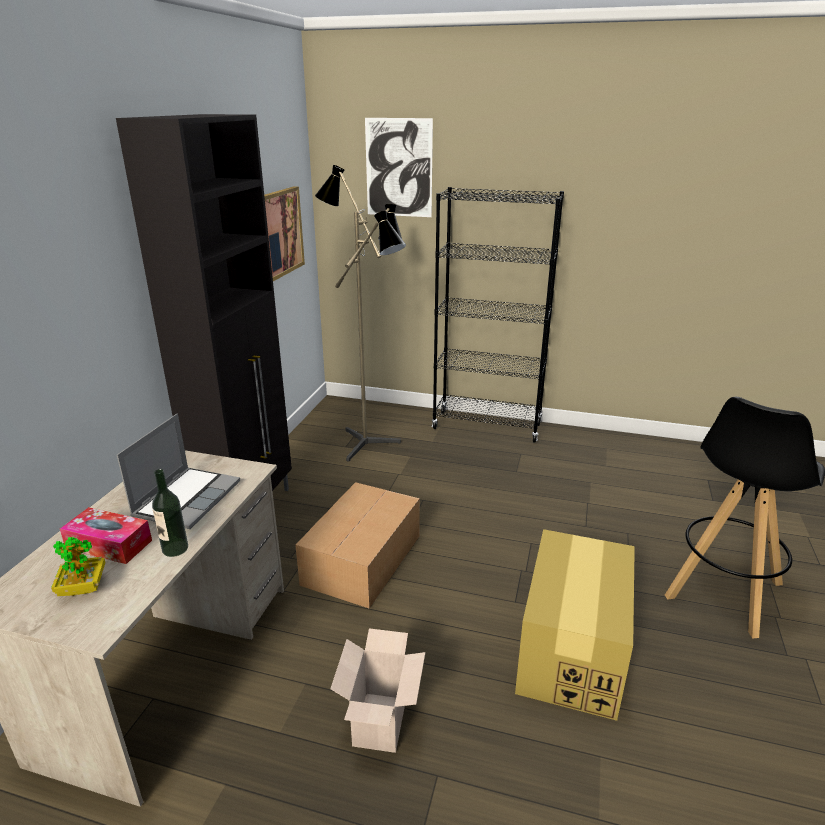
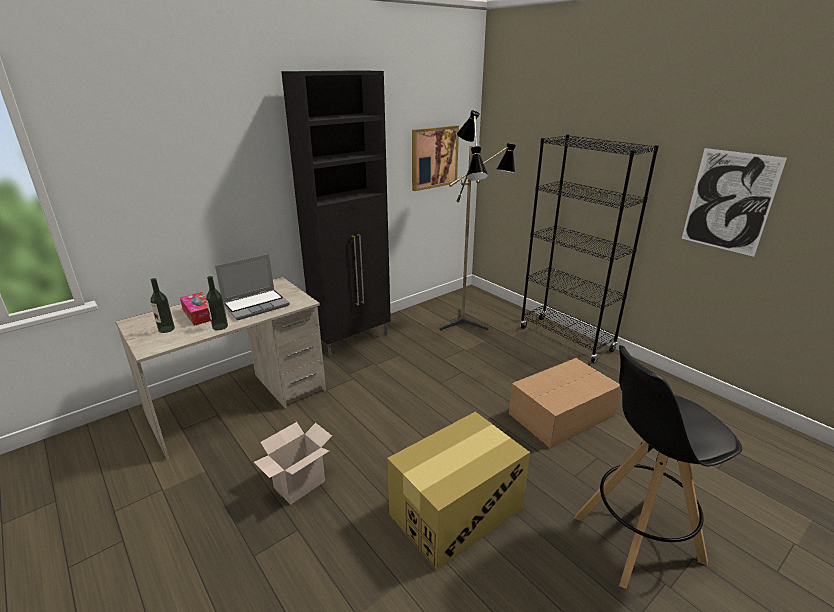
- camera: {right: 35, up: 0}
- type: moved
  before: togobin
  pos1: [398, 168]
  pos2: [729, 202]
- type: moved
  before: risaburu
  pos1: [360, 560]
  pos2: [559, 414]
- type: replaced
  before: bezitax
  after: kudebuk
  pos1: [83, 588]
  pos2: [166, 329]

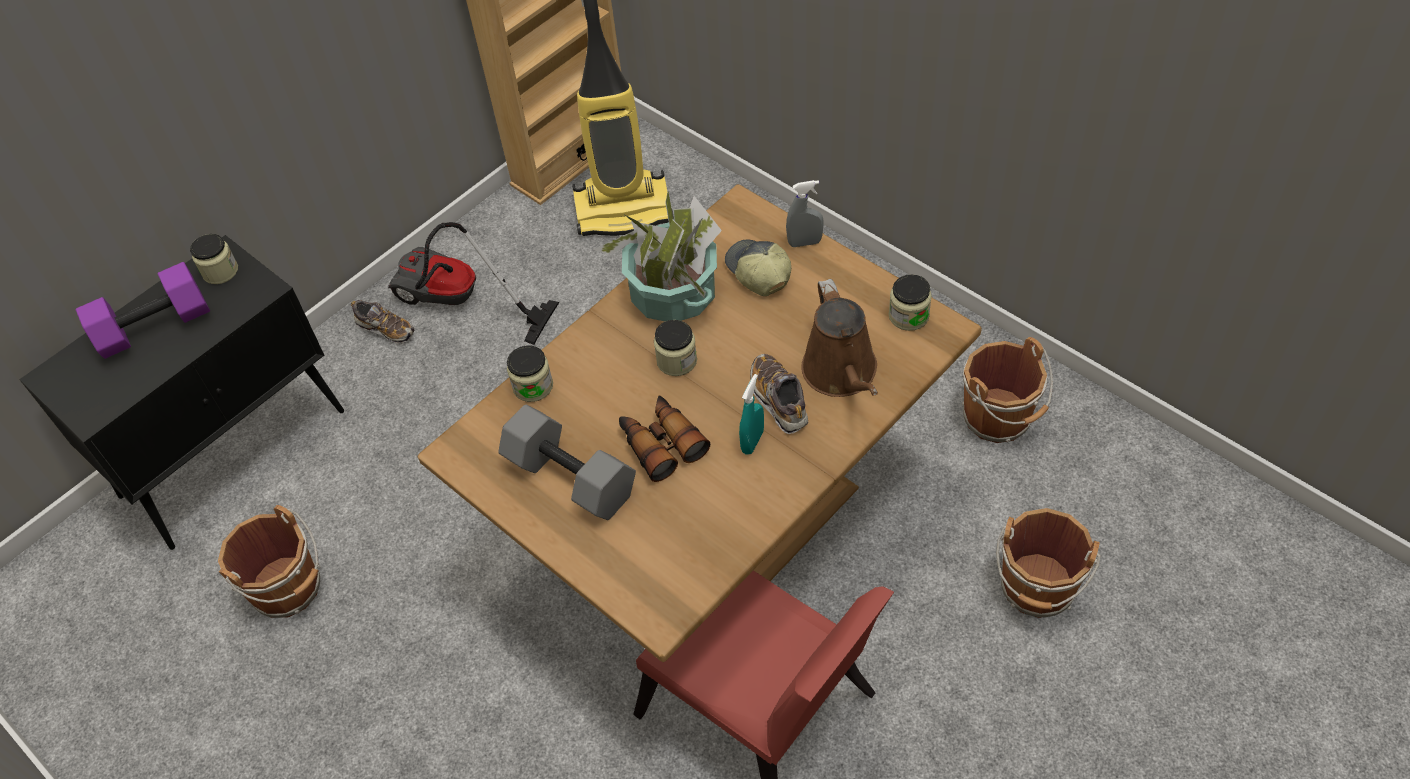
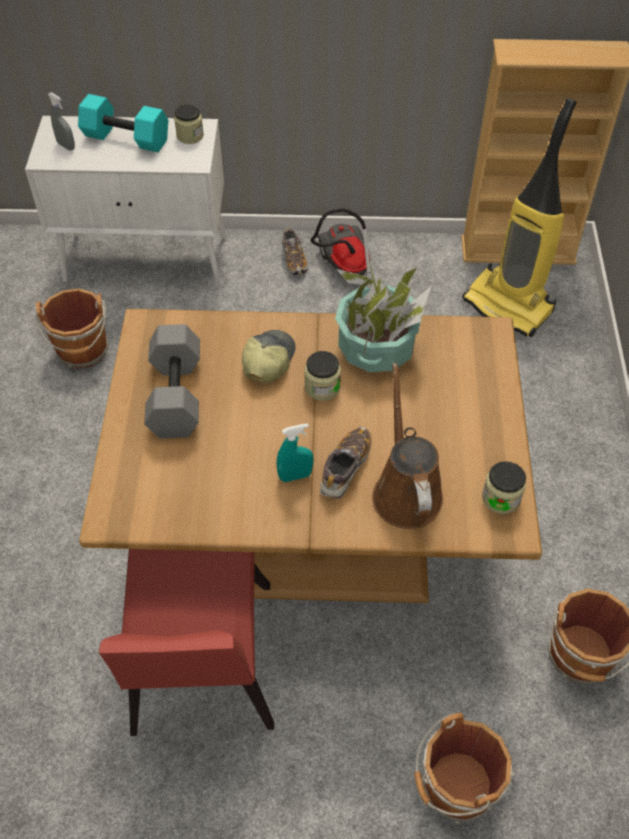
- camera: {right: 45, up: 0}
- type: moved
  before: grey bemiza
  pos1: [804, 242]
  pos2: [66, 146]
- type: recoloured
  before: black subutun
  after: white subutun
  pos1: [235, 452]
  pos2: [148, 259]
- type: moved
  before: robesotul
  pos1: [757, 272]
  pos2: [267, 360]
- type: recoloured
  before: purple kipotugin
  after: turquoise kipotugin
  pos1: [154, 324]
  pos2: [127, 137]
- type: turned
  before: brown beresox
  pos1: [842, 374]
  pos2: [405, 491]
  turn: 135
- type: removed
  before: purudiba
  pos1: [533, 386]
- type: removed
  before: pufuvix
  pos1: [661, 443]

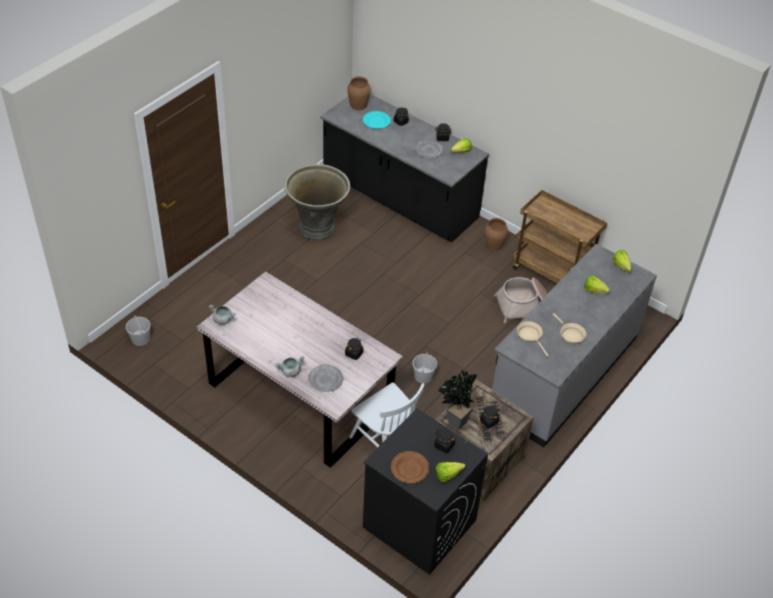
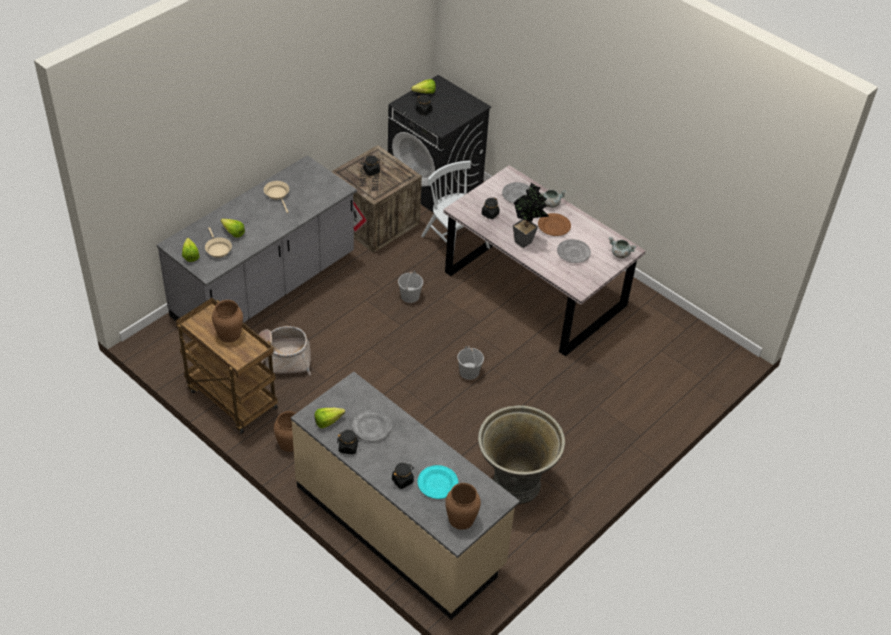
- camera: {right: -175, up: 0}
- type: recoloured
  before: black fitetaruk
  after: beige fitetaruk
  pos1: [399, 198]
  pos2: [400, 526]
- type: moved
  before: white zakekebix
  pos1: [140, 338]
  pos2: [469, 372]
- type: moved
  before: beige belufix
  pos1: [530, 336]
  pos2: [217, 249]
- type: moved
  before: bezitax
  pos1: [454, 423]
  pos2: [526, 241]
- type: moved
  before: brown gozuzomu
  pos1: [409, 468]
  pos2: [554, 226]
- type: added
  after: grey gozuzomu
  pos2: [573, 253]
- type: added
  after: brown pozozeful
  pos2: [229, 334]

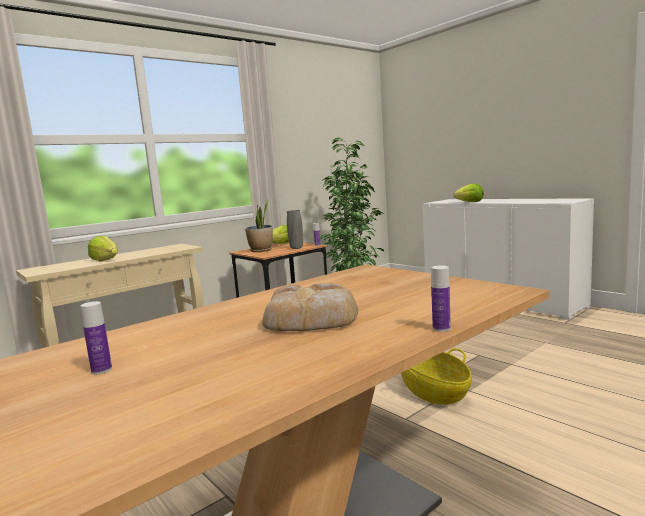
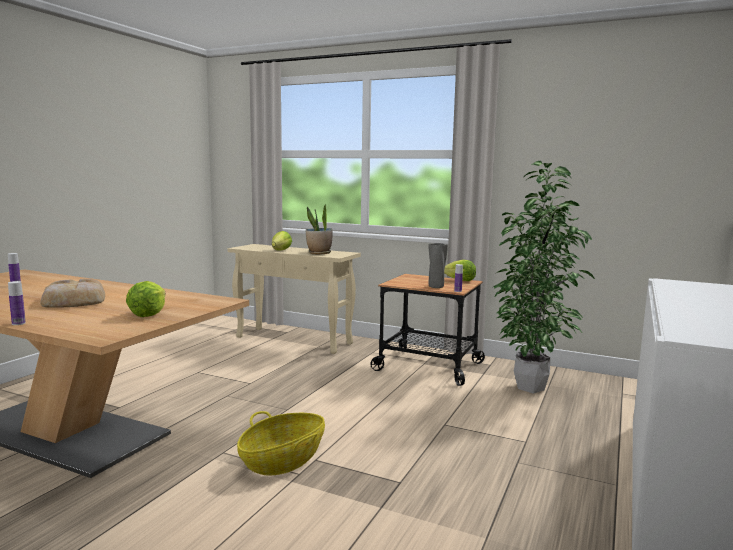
- camera: {right: 65, up: 0}
- type: moved
  before: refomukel
  pos1: [470, 202]
  pos2: [149, 314]
- type: moved
  before: bezitax
  pos1: [261, 250]
  pos2: [319, 253]

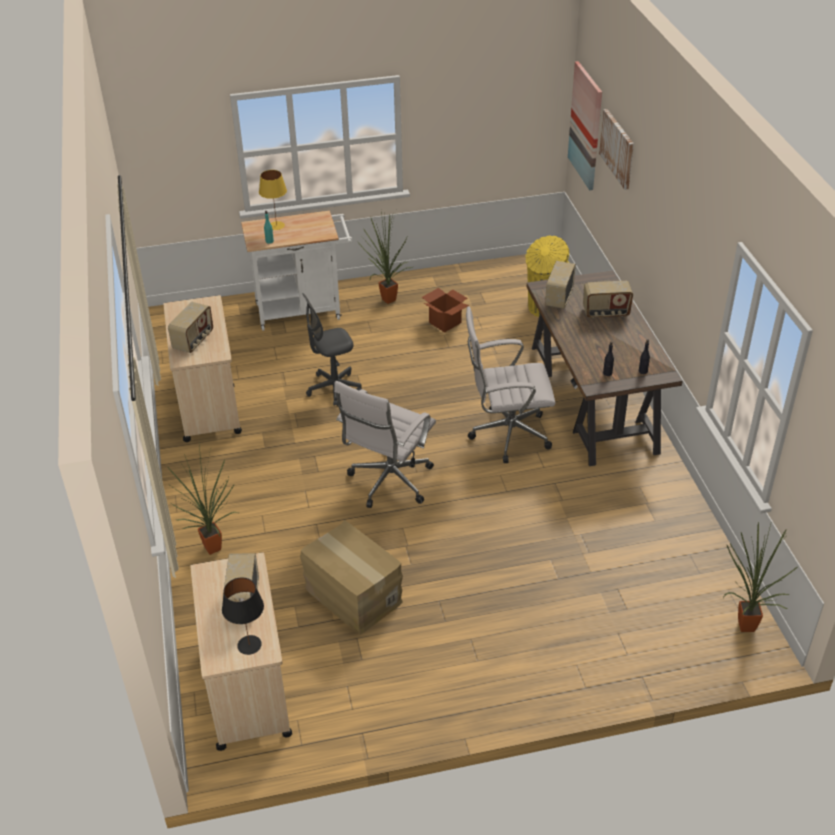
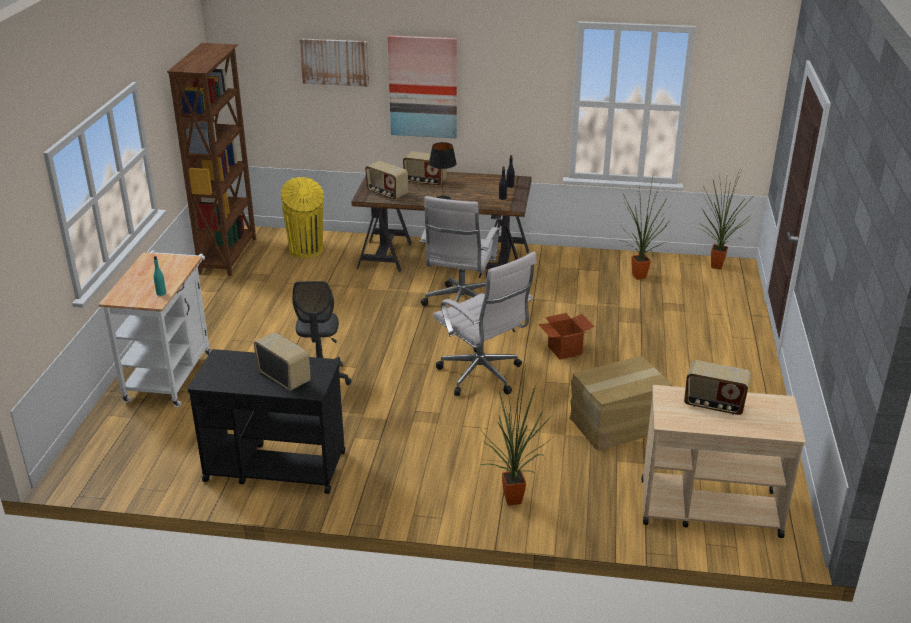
- camera: {right: -70, up: -10}
- type: moved
  before: togobin
  pos1: [586, 126]
  pos2: [423, 87]
- type: removed
  before: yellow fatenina
  pos1: [276, 226]
- type: moved
  before: bezitax
  pos1: [386, 301]
  pos2: [639, 278]
- type: turned
  before: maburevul
  pos1: [606, 313]
  pos2: [425, 182]
  turn: 90
- type: moved
  before: risaburu
  pos1: [445, 323]
  pos2: [565, 350]
- type: recoloured
  before: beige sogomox
  after: black sogomox
  pos1: [208, 403]
  pos2: [274, 466]
- type: moved
  before: black fatenina
  pos1: [250, 645]
  pos2: [443, 199]
- type: added
  after: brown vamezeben
  pos2: [229, 255]

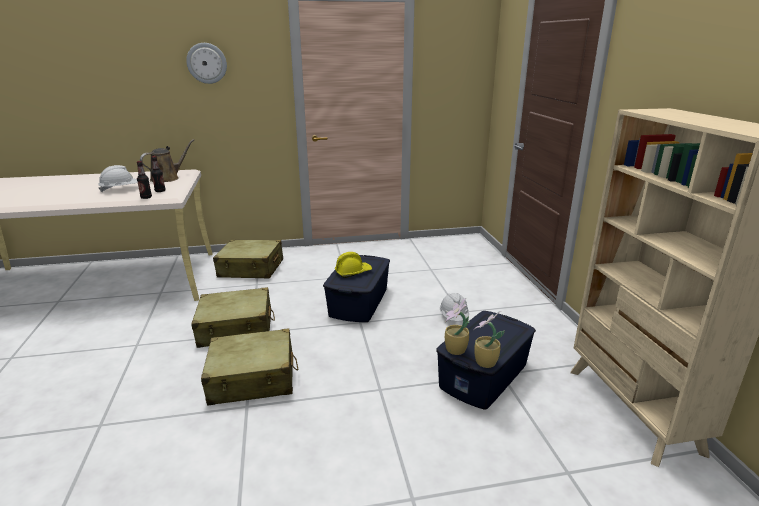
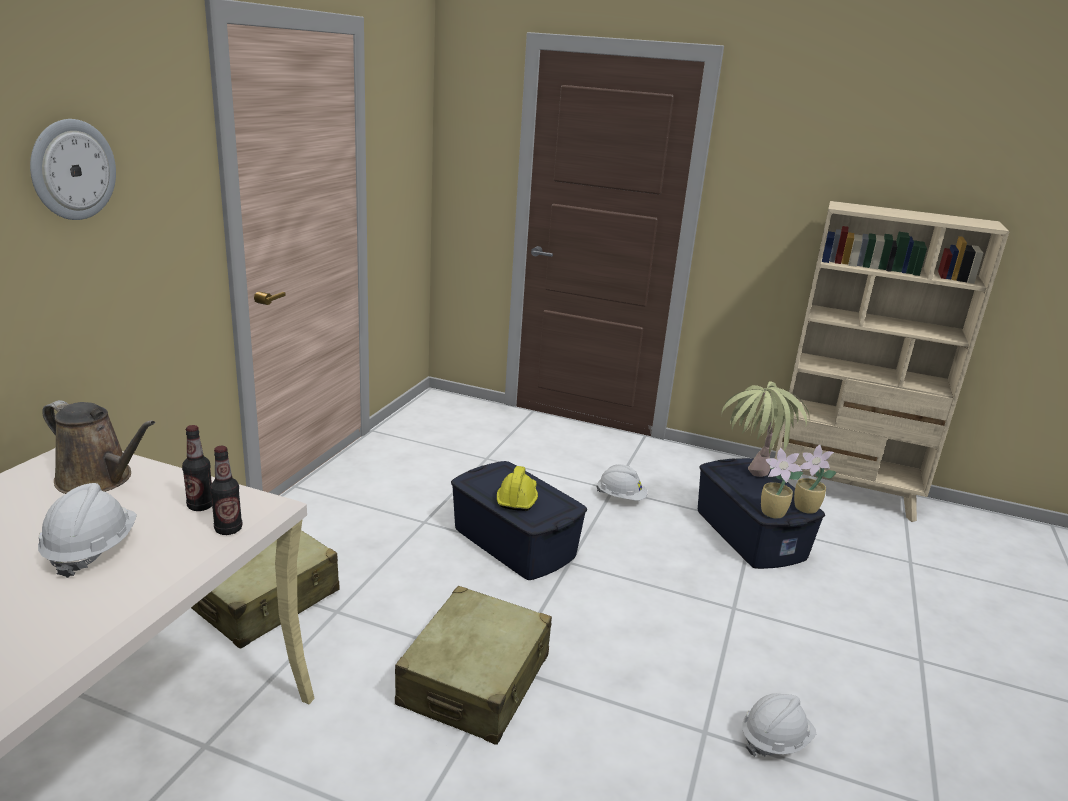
- camera: {right: -60, up: 0}
- type: turned
  before: brown beresox
  pos1: [167, 178]
  pos2: [99, 480]
  turn: 135
- type: removed
  before: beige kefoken
  pos1: [253, 379]
- type: added
  after: bezitax
  pos2: [749, 484]
- type: added
  after: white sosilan
  pos2: [774, 740]

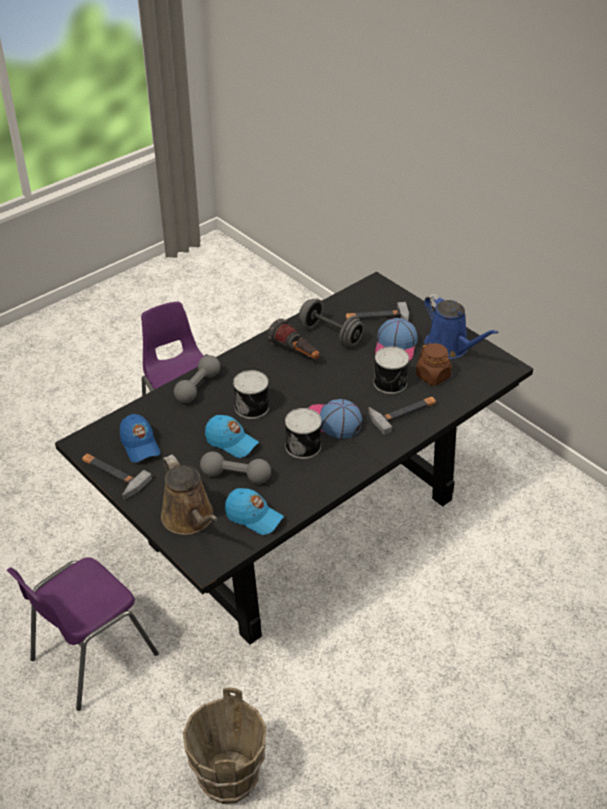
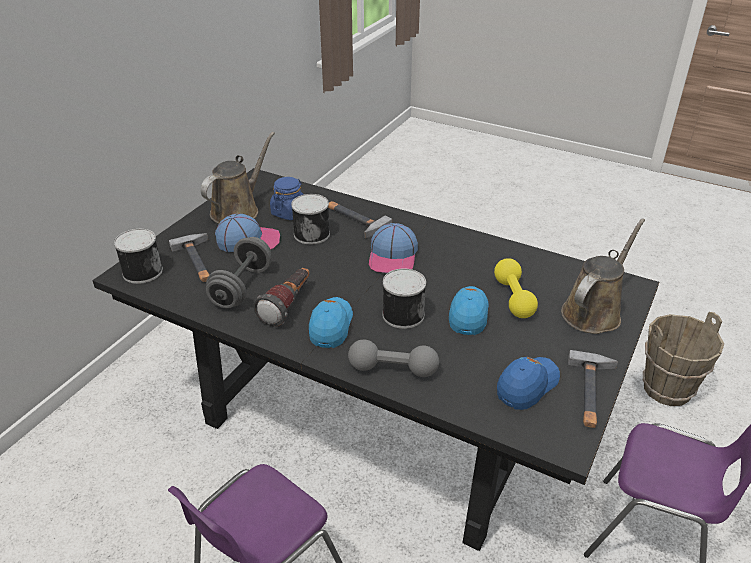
- camera: {right: -110, up: -5}
- type: recoloured
  before: blue beresox
  after: brown beresox
  pos1: [450, 347]
  pos2: [238, 210]
- type: recoloured
  before: brown purudiba
  after: blue purudiba
  pos1: [433, 376]
  pos2: [289, 212]
- type: moved
  before: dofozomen
  pos1: [304, 445]
  pos2: [141, 271]
- type: recoloured
  before: grey kipotugin
  after: yellow kipotugin
  pos1: [236, 476]
  pos2: [513, 298]
- type: moved
  before: blue robesotul
  pos1: [253, 517]
  pos2: [331, 326]

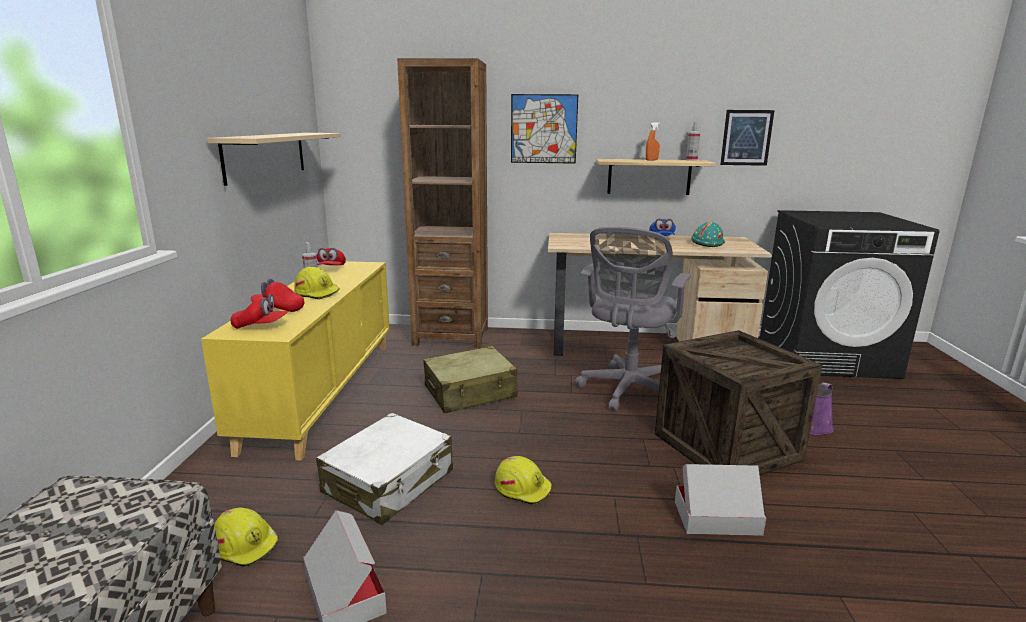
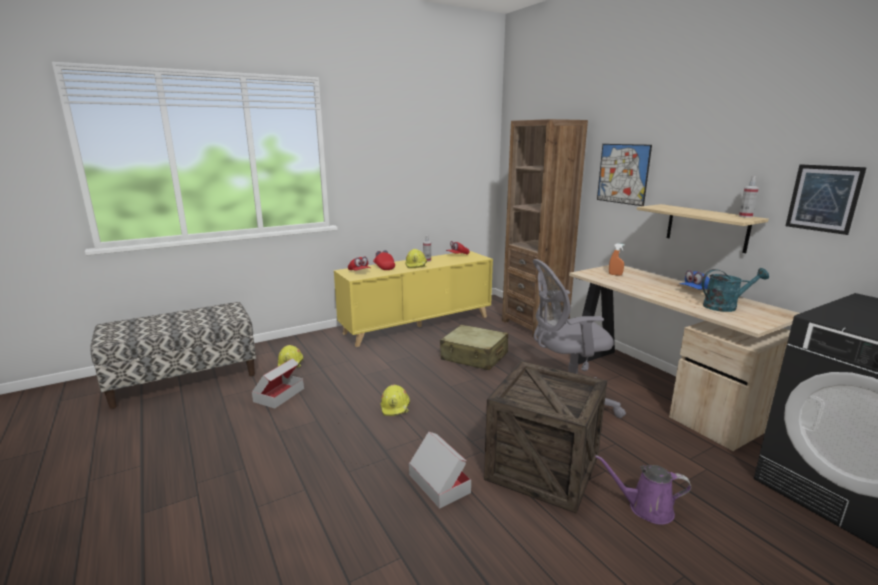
- camera: {right: 55, up: 0}
- type: moved
  before: orange bemiza
  pos1: [651, 160]
  pos2: [615, 275]
- type: removed
  before: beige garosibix
  pos1: [266, 156]
- type: replaced
  before: turquoise sosilan
  after: turquoise beresox
  pos1: [707, 243]
  pos2: [725, 306]
- type: removed
  before: white kefoken
  pos1: [389, 482]

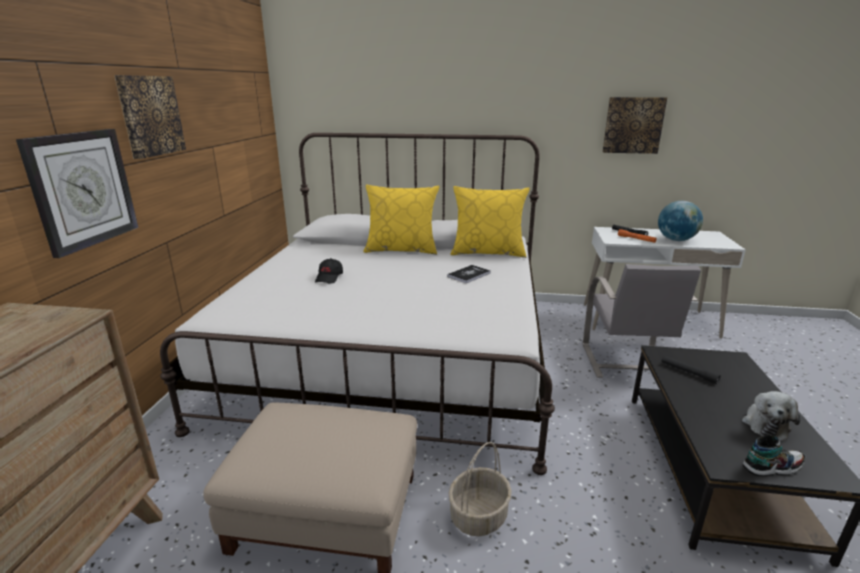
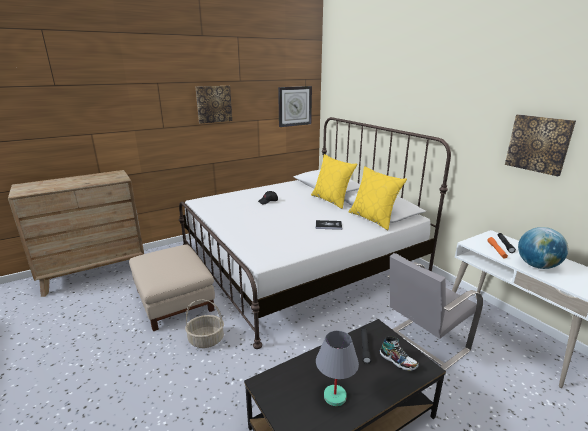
- camera: {right: 50, up: 0}
- type: moved
  before: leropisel
  pos1: [82, 189]
  pos2: [294, 106]
- type: replaced
  before: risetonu
  after: grey fatenina
  pos1: [765, 424]
  pos2: [335, 396]
- type: moved
  before: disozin
  pos1: [772, 467]
  pos2: [398, 361]

